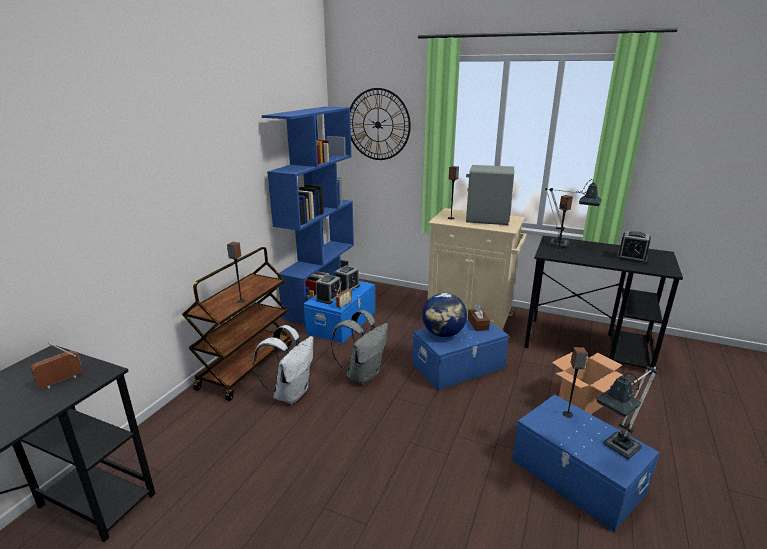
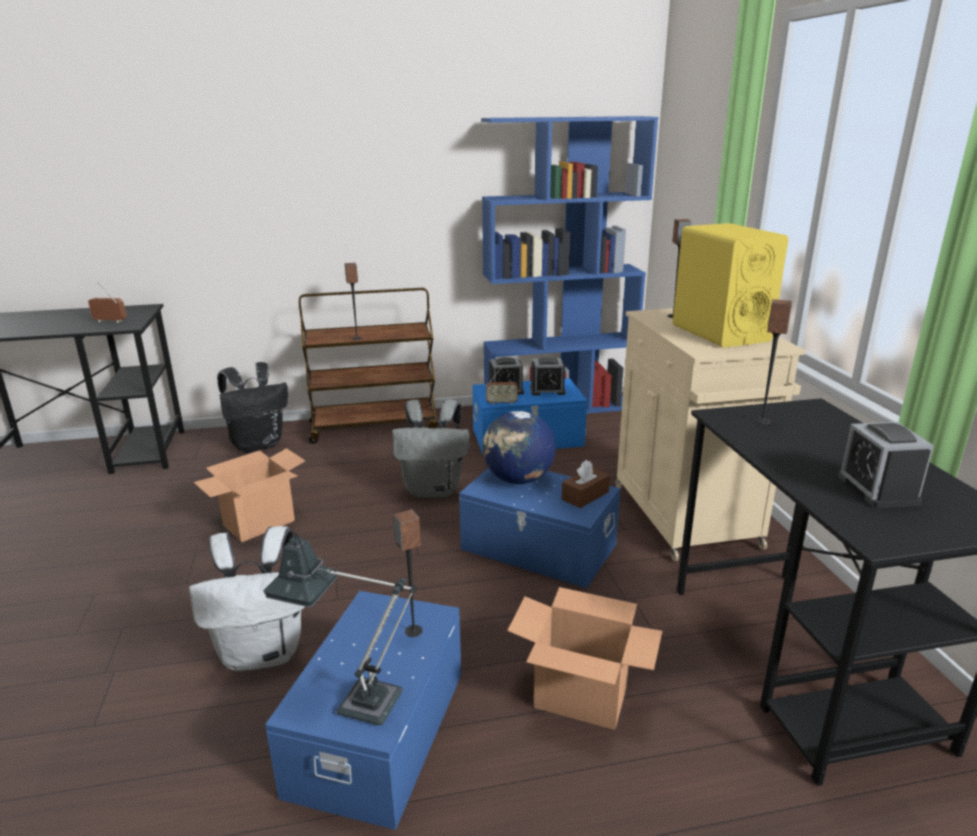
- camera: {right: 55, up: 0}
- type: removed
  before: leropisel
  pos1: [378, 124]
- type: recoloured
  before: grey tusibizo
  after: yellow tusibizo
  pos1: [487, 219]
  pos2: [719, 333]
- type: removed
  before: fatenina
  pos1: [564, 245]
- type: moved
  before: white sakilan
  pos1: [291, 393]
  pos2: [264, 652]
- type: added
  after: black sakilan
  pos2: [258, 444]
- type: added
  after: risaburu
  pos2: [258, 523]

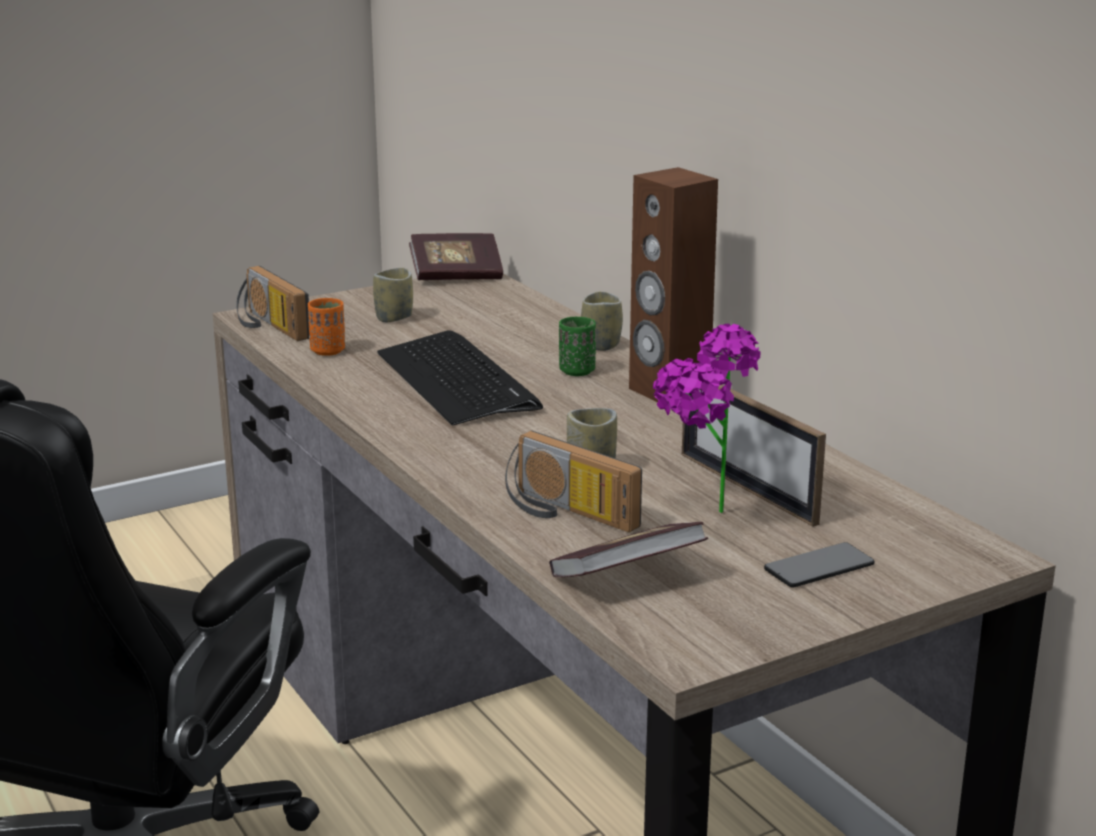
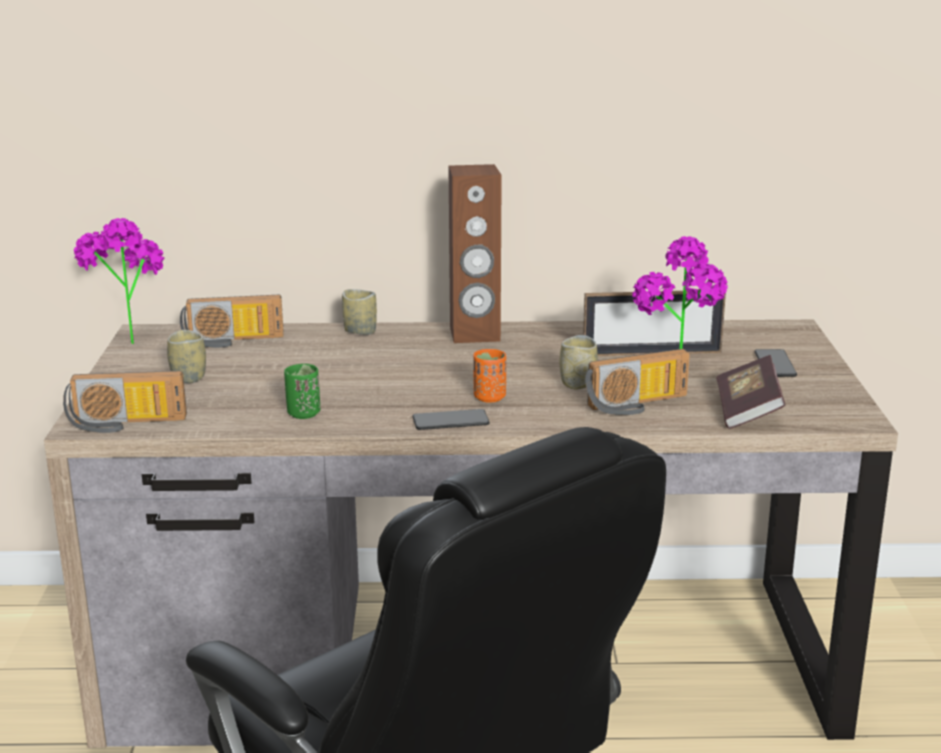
- camera: {right: -60, up: 0}
- type: replaced
  before: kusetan
  after: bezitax
  pos1: [456, 276]
  pos2: [127, 338]
- type: moved
  before: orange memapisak
  pos1: [328, 351]
  pos2: [489, 397]
- type: moved
  before: green memapisak
  pos1: [577, 371]
  pos2: [303, 414]
- type: removed
  before: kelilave
  pos1: [457, 381]
- type: added
  after: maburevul
  pos2: [233, 341]
- type: added
  after: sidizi
  pos2: [450, 421]

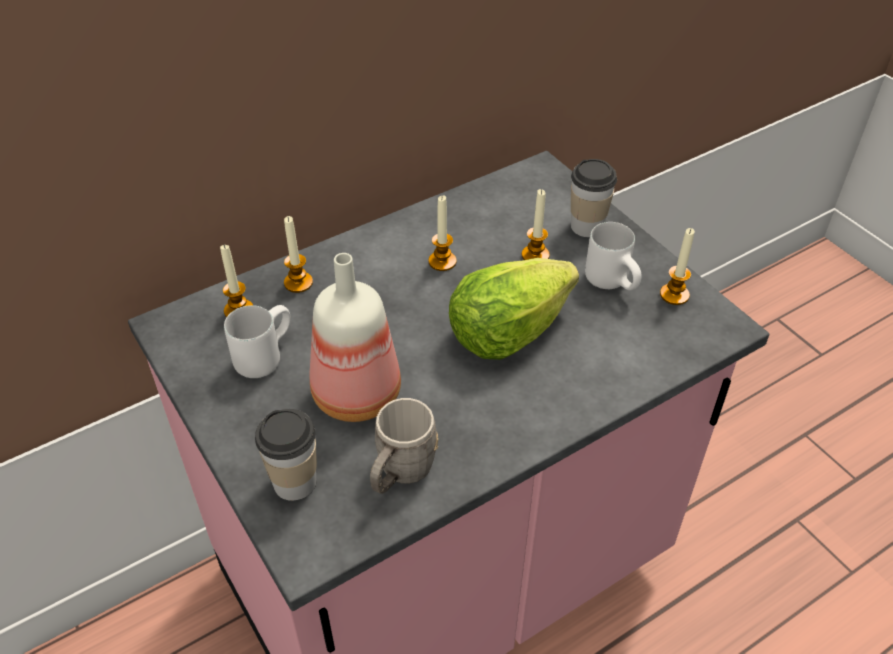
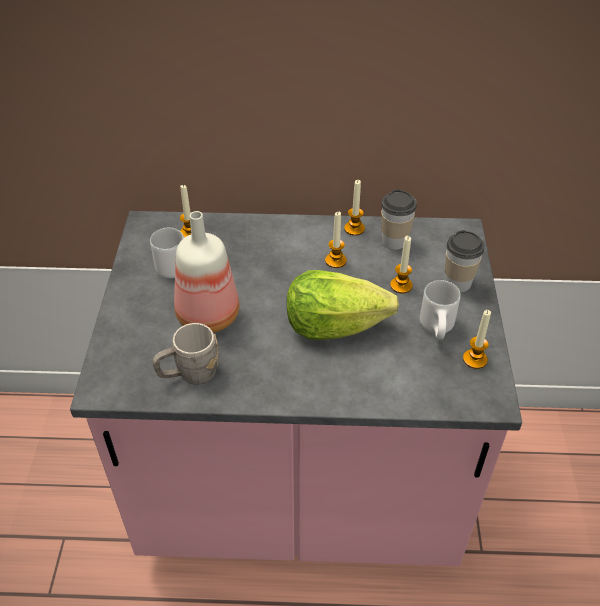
- camera: {right: 35, up: 0}
- type: moved
  before: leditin
  pos1: [298, 283]
  pos2: [354, 229]
- type: moved
  before: memapisak
  pos1: [295, 482]
  pos2: [394, 241]

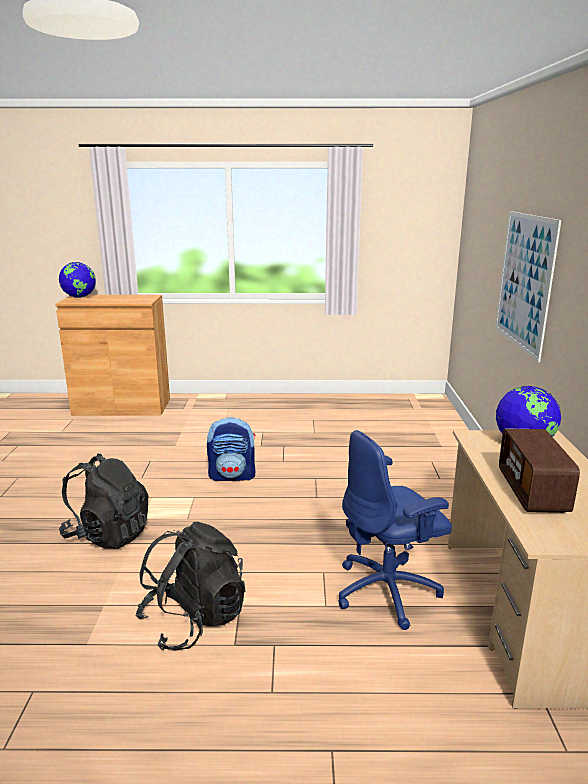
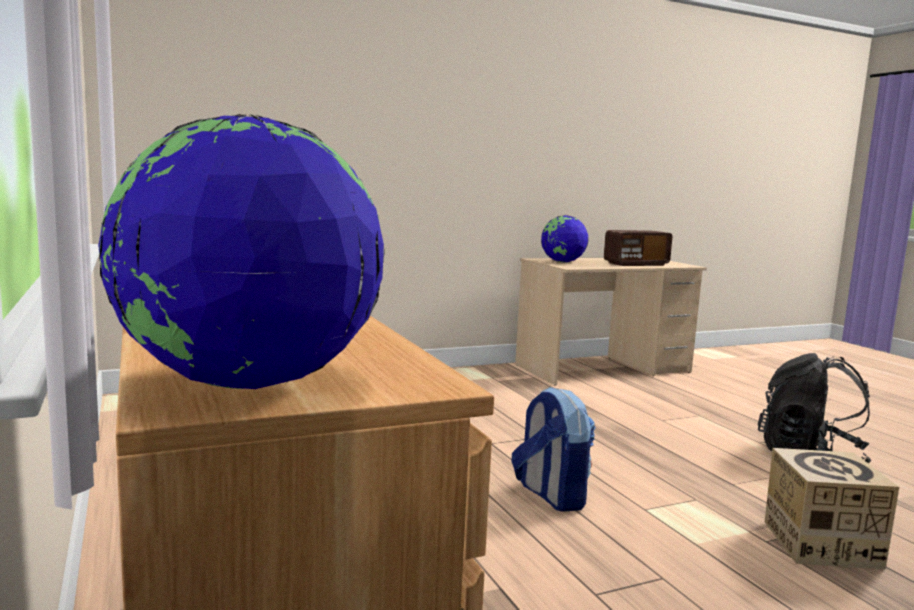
- camera: {right: -115, up: -10}
- type: removed
  before: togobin
  pos1: [524, 281]
- type: removed
  before: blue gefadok
  pos1: [388, 591]
- type: replaced
  before: black sakilan
  after: risaburu
  pos1: [108, 534]
  pos2: [820, 544]

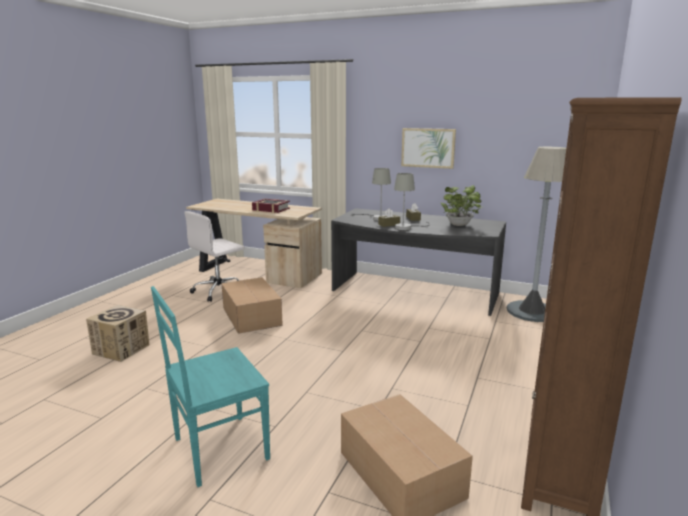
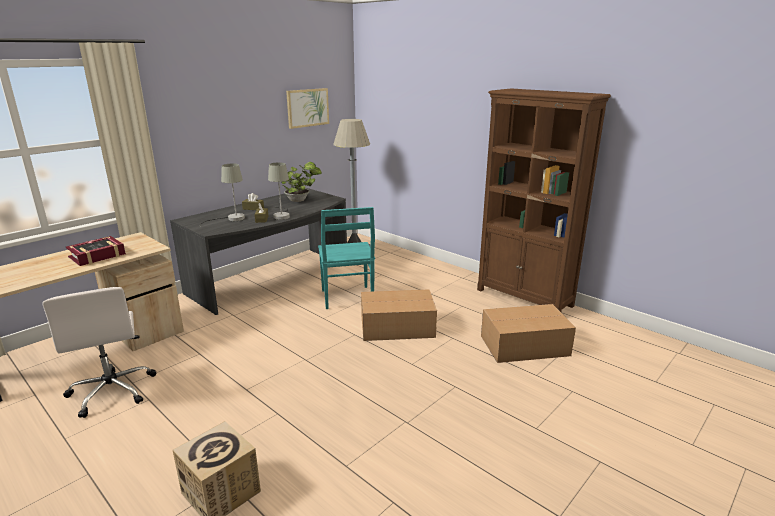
- camera: {right: -70, up: 5}
- type: moved
  before: togobin
  pos1: [428, 148]
  pos2: [307, 107]
- type: moved
  before: risaburu
  pos1: [252, 316]
  pos2: [396, 327]
- type: moved
  before: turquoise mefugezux
  pos1: [218, 449]
  pos2: [347, 298]

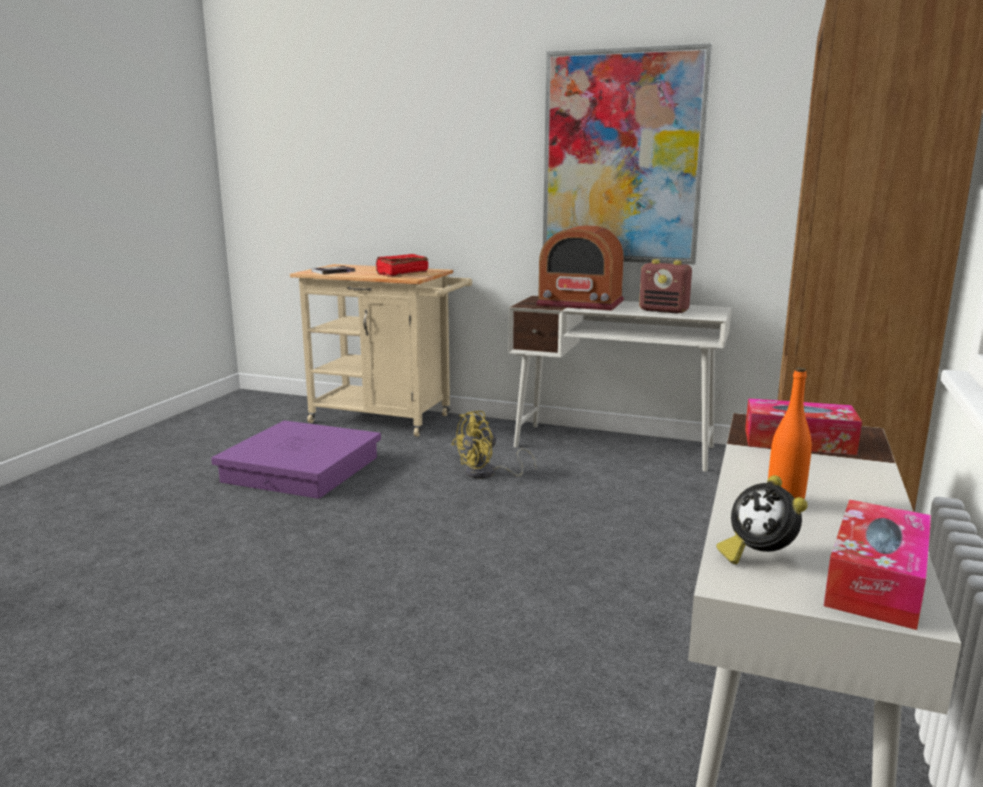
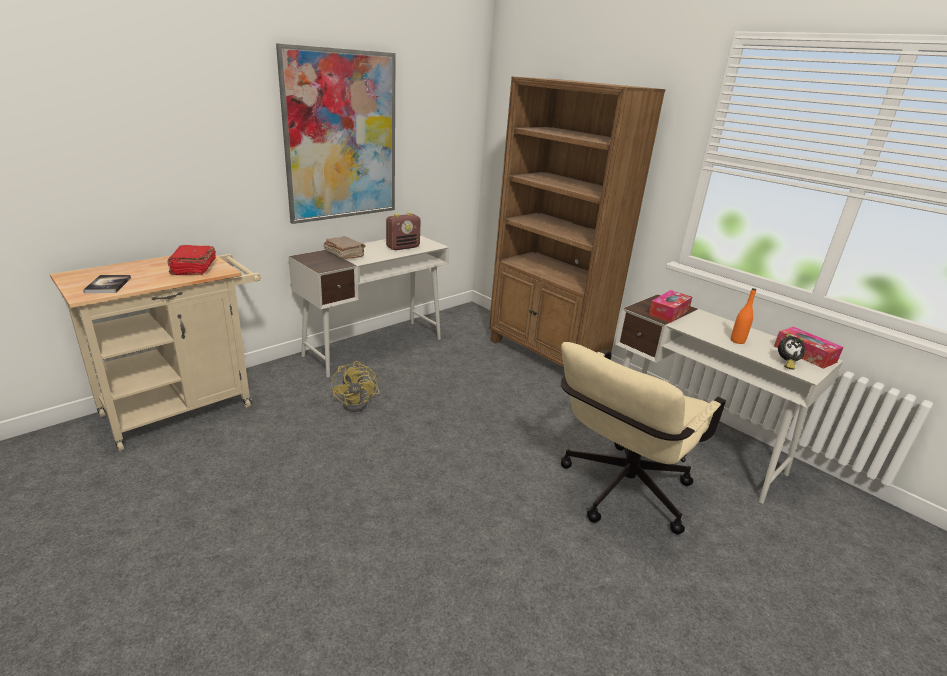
- camera: {right: -65, up: 10}
- type: replaced
  before: maburevul
  after: brown kusetan
  pos1: [580, 303]
  pos2: [344, 255]
- type: removed
  before: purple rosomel
  pos1: [302, 469]
- type: added
  after: beige gefadok
  pos2: [619, 494]

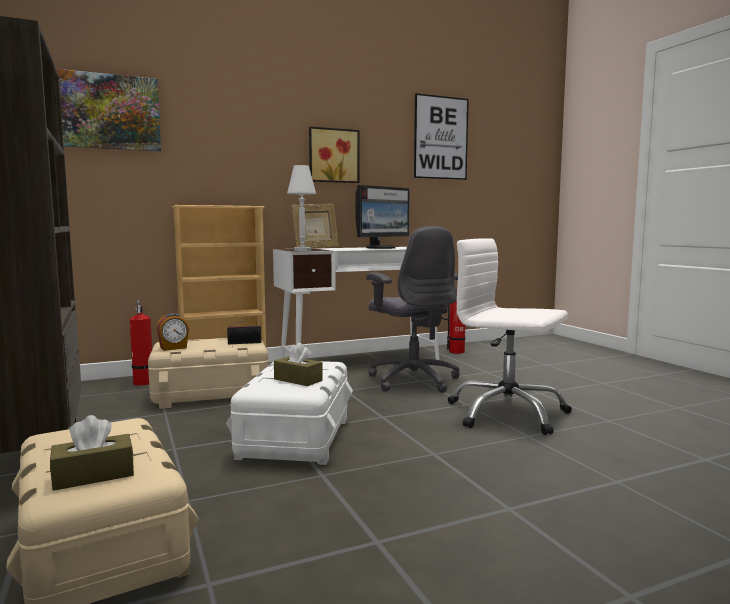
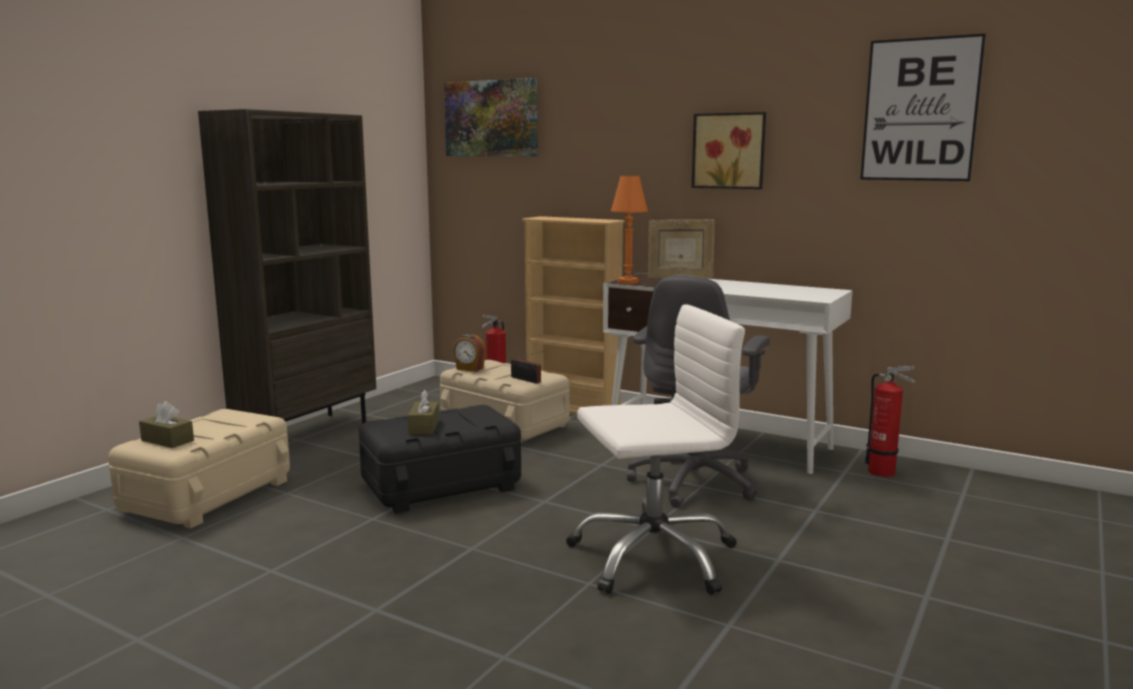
- camera: {right: 55, up: 5}
- type: recoloured
  before: white fatenina
  after: orange fatenina
  pos1: [302, 250]
  pos2: [628, 282]
- type: removed
  before: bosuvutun
  pos1: [382, 248]
- type: turned
  before: white gefadok
  pos1: [506, 413]
  pos2: [653, 556]
  turn: 75
- type: recoloured
  before: white rosomel
  after: black rosomel
  pos1: [294, 437]
  pos2: [441, 485]

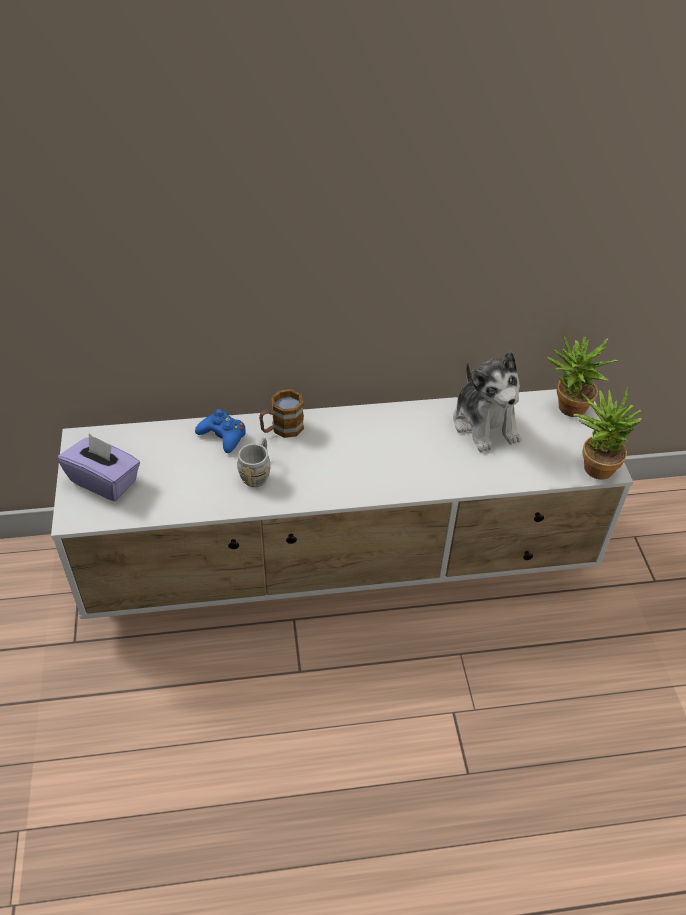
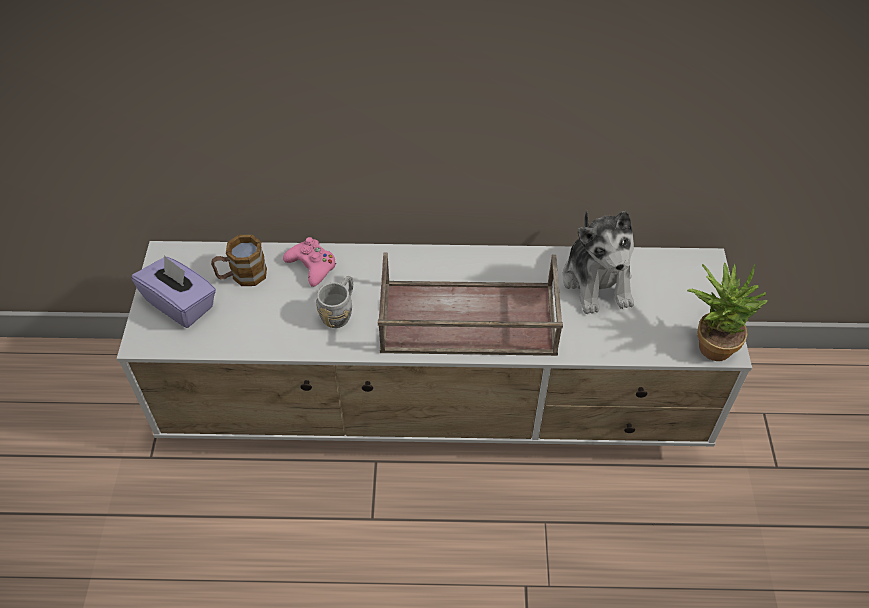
- camera: {right: 10, up: 5}
- type: removed
  before: bezitax
  pos1: [567, 409]
- type: moved
  before: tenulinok
  pos1: [281, 429]
  pos2: [242, 276]
- type: recoloured
  before: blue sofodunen
  after: pink sofodunen
  pos1: [223, 436]
  pos2: [312, 266]
- type: added
  after: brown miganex
  pos2: [466, 320]

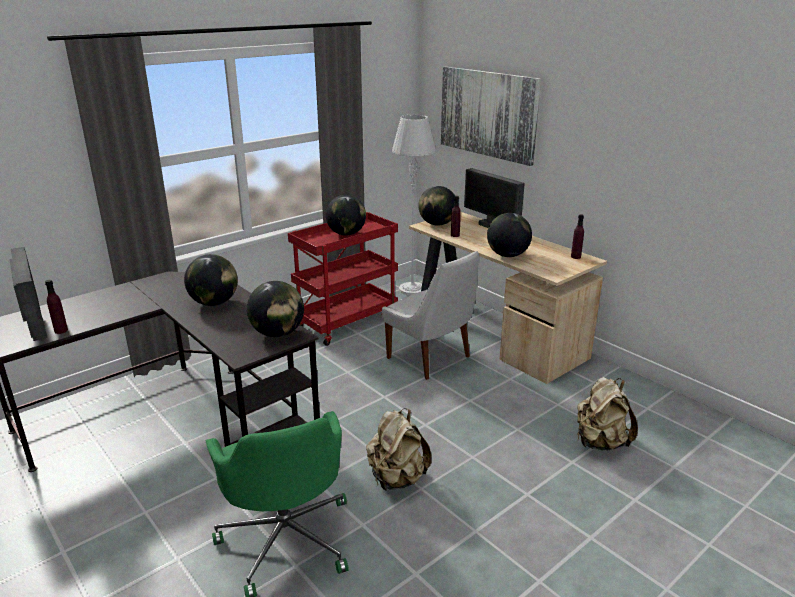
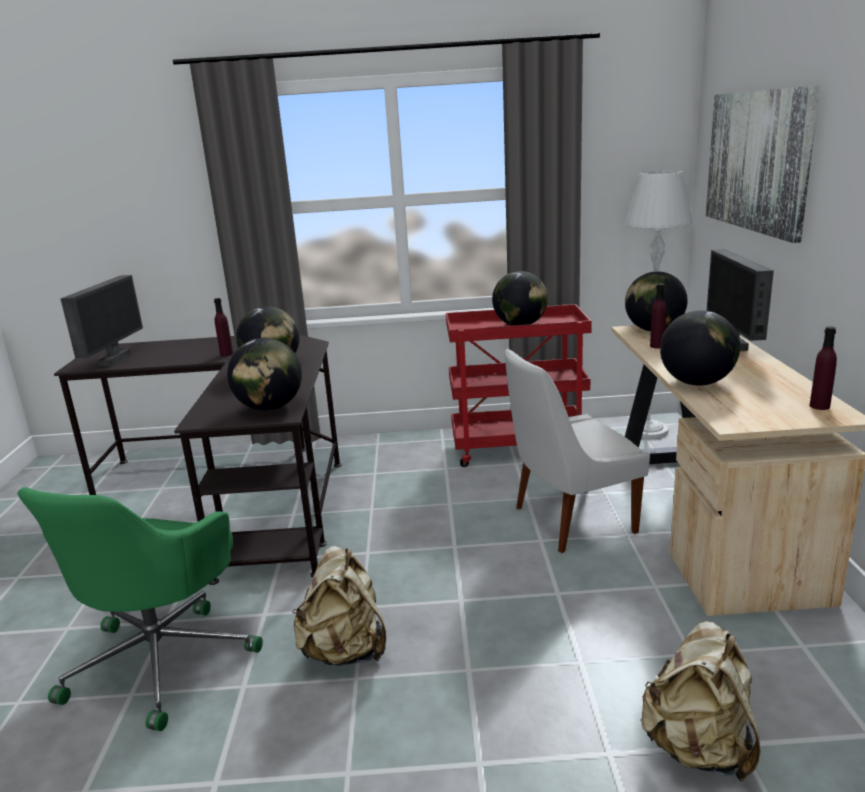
- camera: {right: 40, up: -5}
- type: turned
  before: white mefugezux
  pos1: [431, 358]
  pos2: [569, 521]
  turn: 75
- type: moved
  before: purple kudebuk
  pos1: [61, 330]
  pos2: [226, 354]

